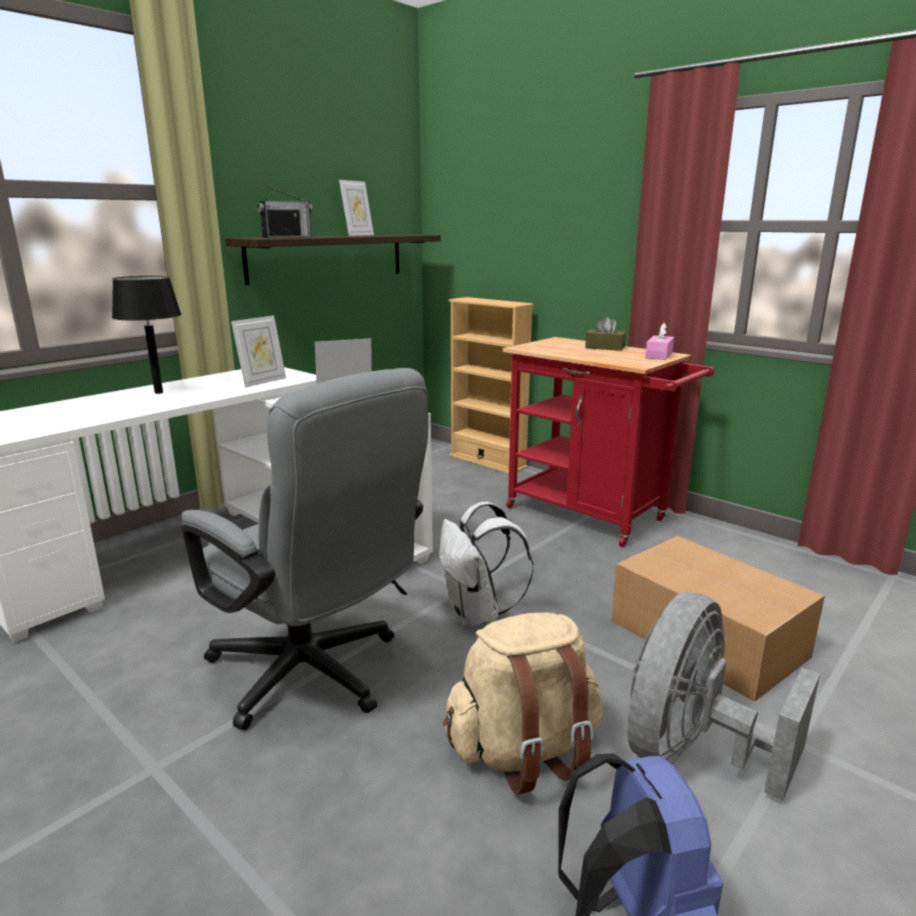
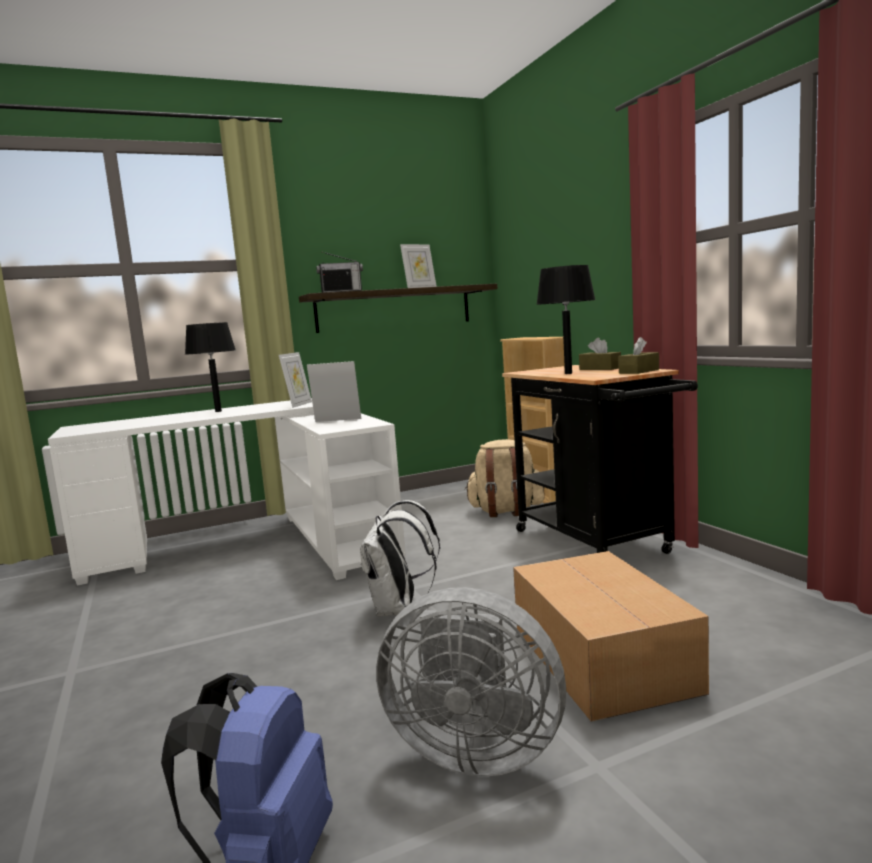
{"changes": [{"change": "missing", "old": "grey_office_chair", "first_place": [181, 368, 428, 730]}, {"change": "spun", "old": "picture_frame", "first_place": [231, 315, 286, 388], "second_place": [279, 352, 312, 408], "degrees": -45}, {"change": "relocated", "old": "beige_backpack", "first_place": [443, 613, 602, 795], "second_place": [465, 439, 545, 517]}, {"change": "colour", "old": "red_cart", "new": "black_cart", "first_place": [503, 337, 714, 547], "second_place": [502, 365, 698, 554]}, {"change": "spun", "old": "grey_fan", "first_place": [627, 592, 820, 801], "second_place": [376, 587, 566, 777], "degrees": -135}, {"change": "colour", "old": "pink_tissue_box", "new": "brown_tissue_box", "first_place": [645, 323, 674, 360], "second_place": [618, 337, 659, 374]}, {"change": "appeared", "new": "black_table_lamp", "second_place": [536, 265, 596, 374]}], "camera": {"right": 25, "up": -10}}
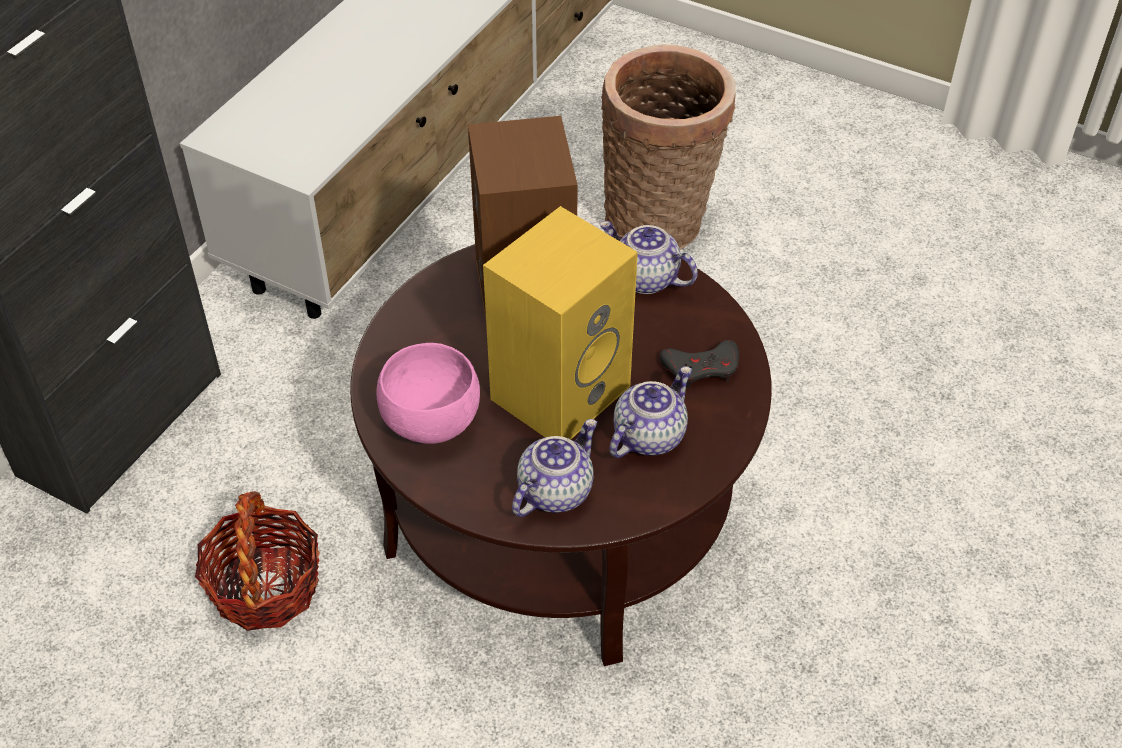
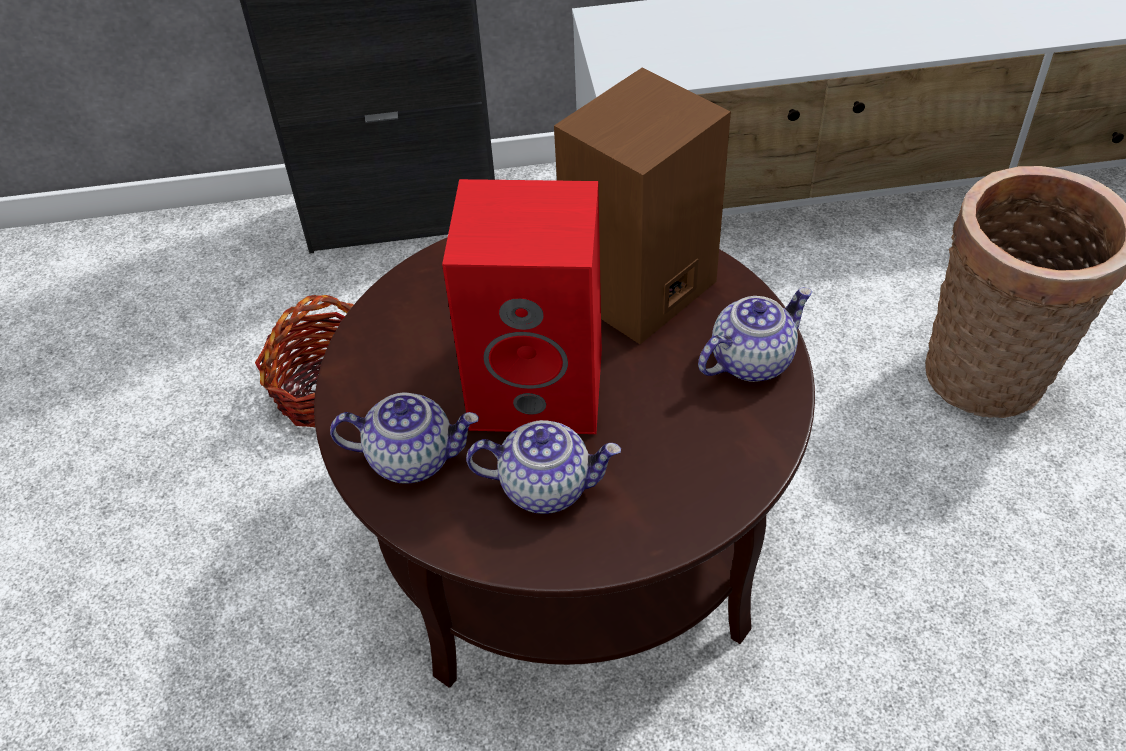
{"changes": [{"change": "missing", "old": "pink_bowl", "first_place": [377, 343, 480, 444]}, {"change": "colour", "old": "yellow_speaker", "new": "red_speaker", "first_place": [483, 206, 638, 440], "second_place": [442, 179, 602, 434]}, {"change": "spun", "old": "teapot", "first_place": [599, 221, 698, 294], "second_place": [698, 287, 813, 382], "degrees": 60}, {"change": "missing", "old": "grey_game_controller", "first_place": [660, 340, 739, 388]}], "camera": {"right": 55, "up": 0}}
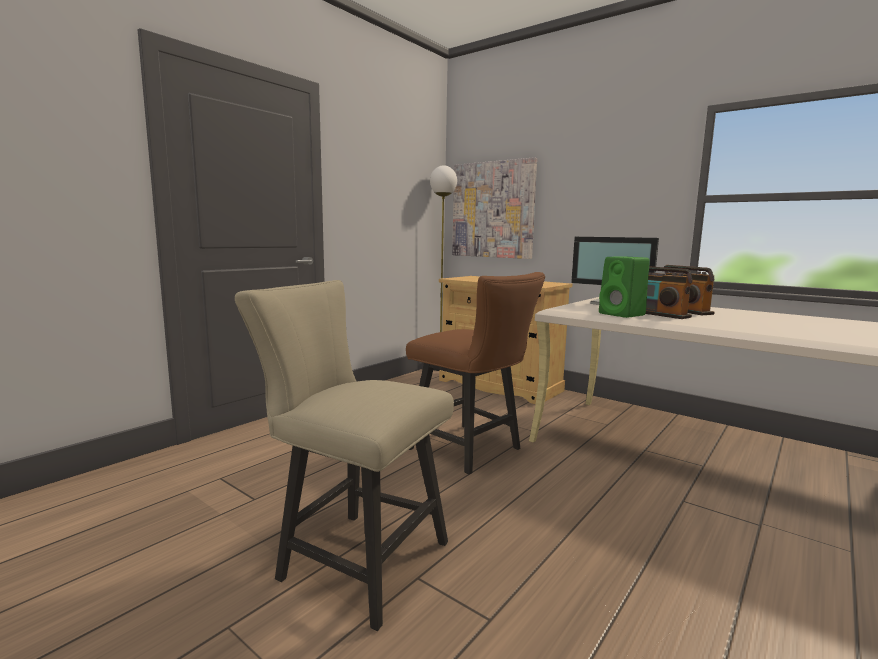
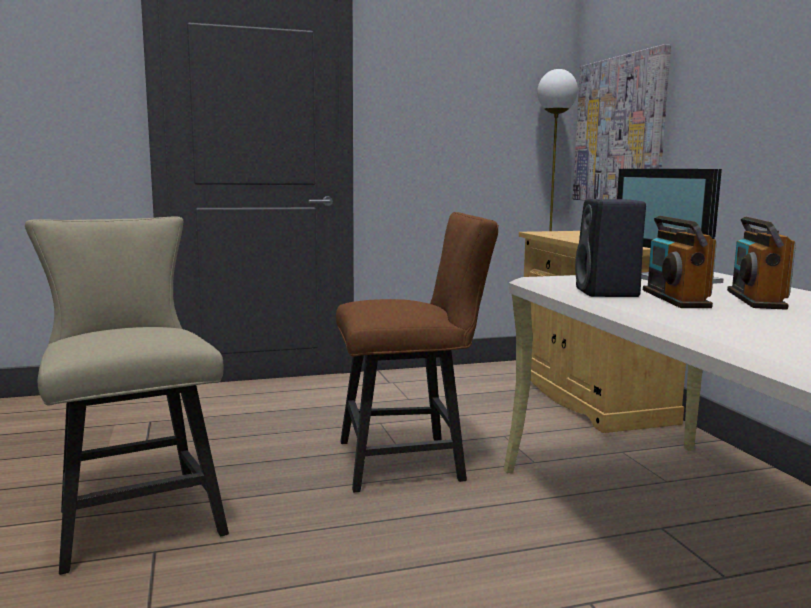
{"changes": [{"change": "spun", "old": "brown_chair", "first_place": [406, 272, 545, 474], "second_place": [336, 212, 499, 492], "degrees": -90}, {"change": "colour", "old": "green_speaker", "new": "black_speaker", "first_place": [599, 256, 650, 318], "second_place": [575, 199, 646, 297]}], "camera": {"right": 35, "up": 0}}
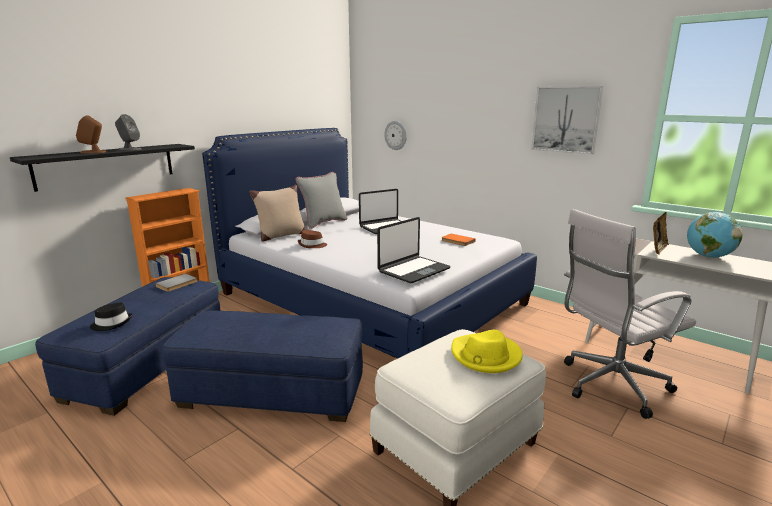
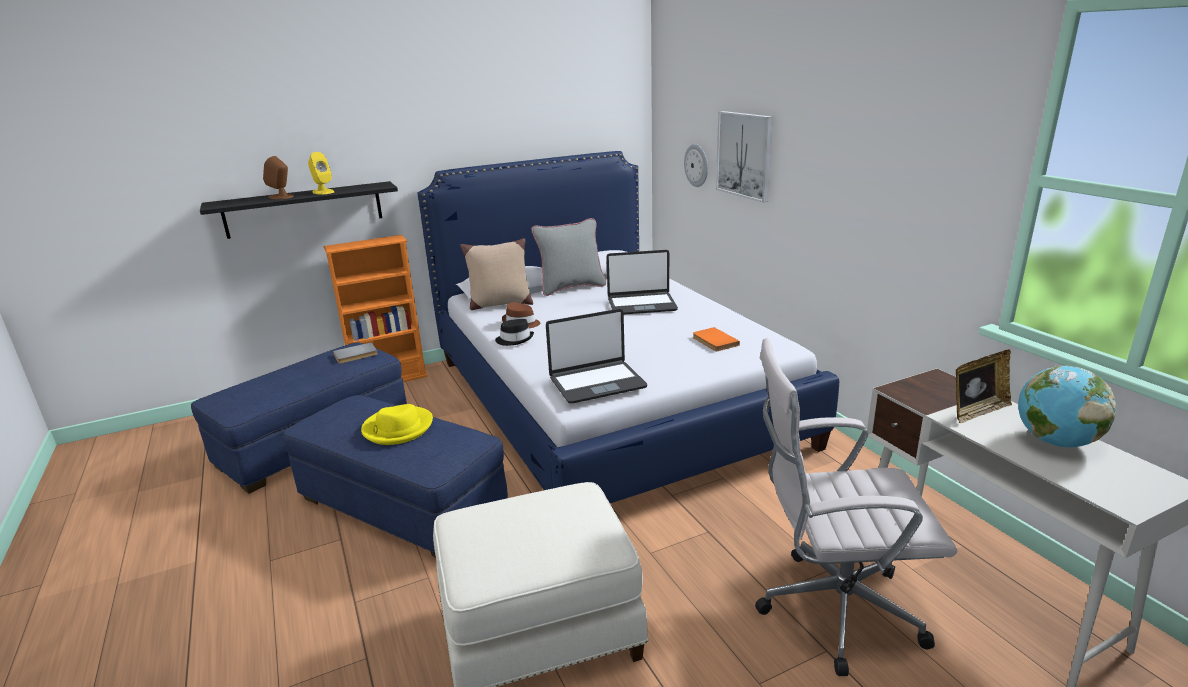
{"changes": [{"change": "relocated", "old": "black_hat", "first_place": [90, 302, 132, 331], "second_place": [495, 319, 534, 346]}, {"change": "colour", "old": "grey_speaker", "new": "yellow_speaker", "first_place": [115, 114, 141, 150], "second_place": [308, 152, 334, 195]}, {"change": "relocated", "old": "yellow_hat", "first_place": [451, 330, 523, 373], "second_place": [361, 404, 433, 445]}, {"change": "relocated", "old": "picture", "first_place": [531, 86, 603, 154], "second_place": [716, 111, 773, 203]}], "camera": {"right": 25, "up": 5}}
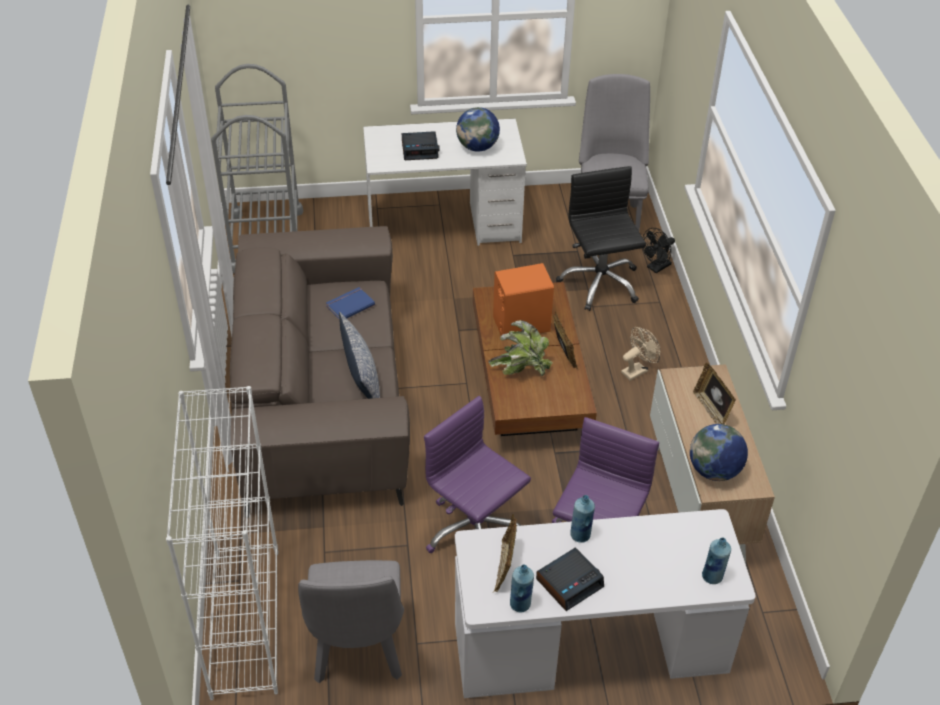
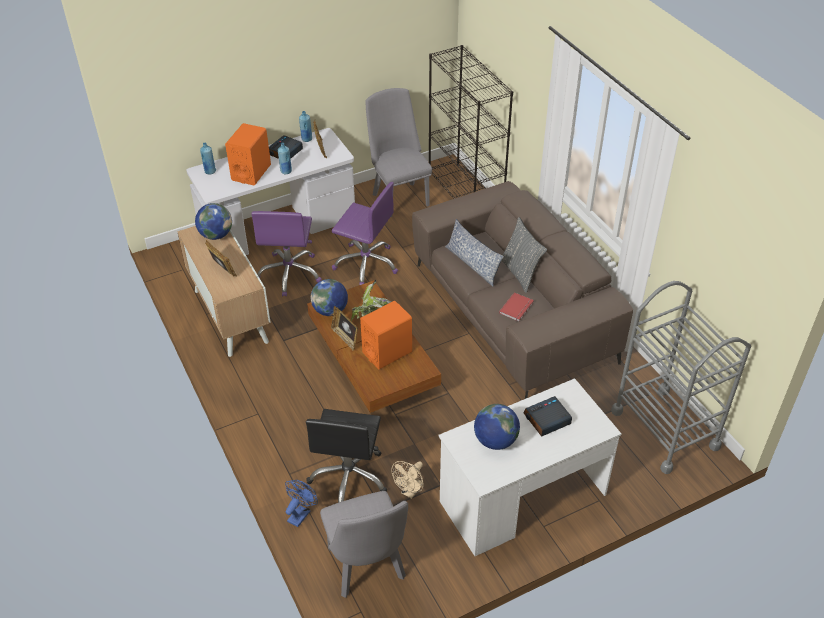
{"changes": [{"change": "colour", "old": "white_bookcase", "new": "black_bookcase", "first_place": [166, 386, 278, 701], "second_place": [429, 45, 513, 199]}, {"change": "colour", "old": "blue_book", "new": "red_book", "first_place": [326, 287, 375, 319], "second_place": [499, 292, 534, 322]}, {"change": "spun", "old": "black_office_chair", "first_place": [556, 166, 646, 311], "second_place": [306, 409, 387, 503], "degrees": 45}, {"change": "relocated", "old": "beige_fan", "first_place": [621, 327, 660, 381], "second_place": [391, 461, 424, 499]}, {"change": "colour", "old": "black_fan", "new": "blue_fan", "first_place": [643, 228, 675, 273], "second_place": [285, 480, 318, 527]}, {"change": "appeared", "new": "orange_speaker", "second_place": [225, 123, 271, 185]}, {"change": "appeared", "new": "globe", "second_place": [311, 279, 348, 316]}, {"change": "appeared", "new": "grey_pillow", "second_place": [501, 217, 547, 293]}], "camera": {"right": 160, "up": 0}}
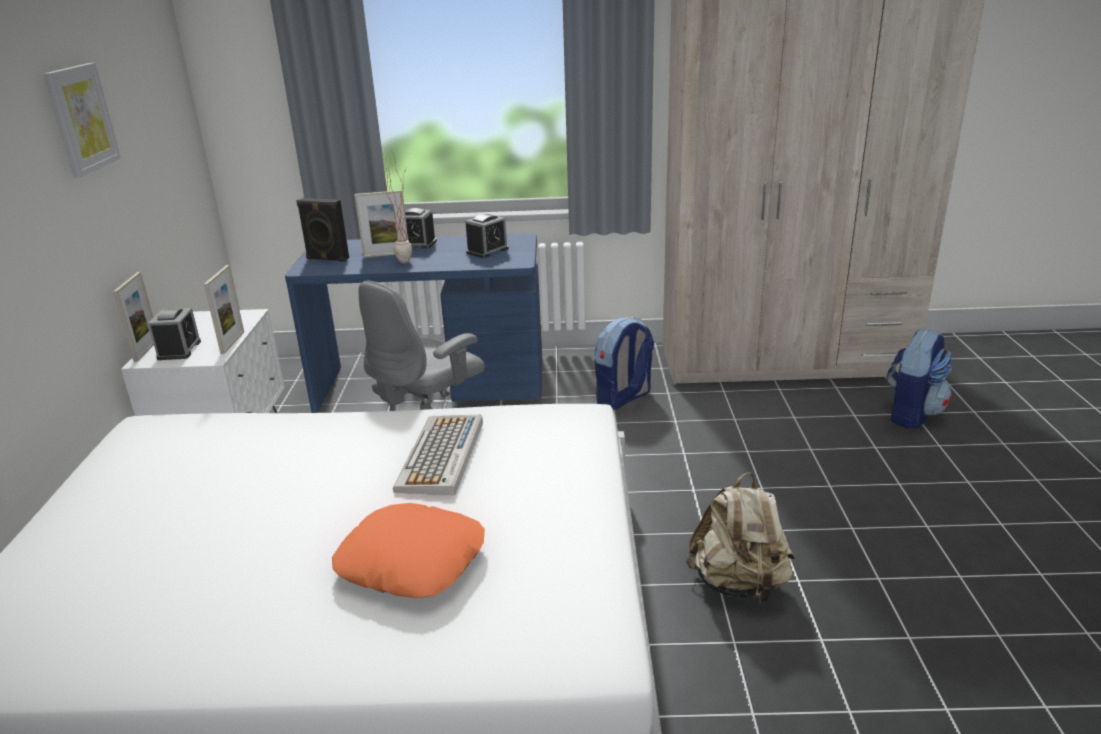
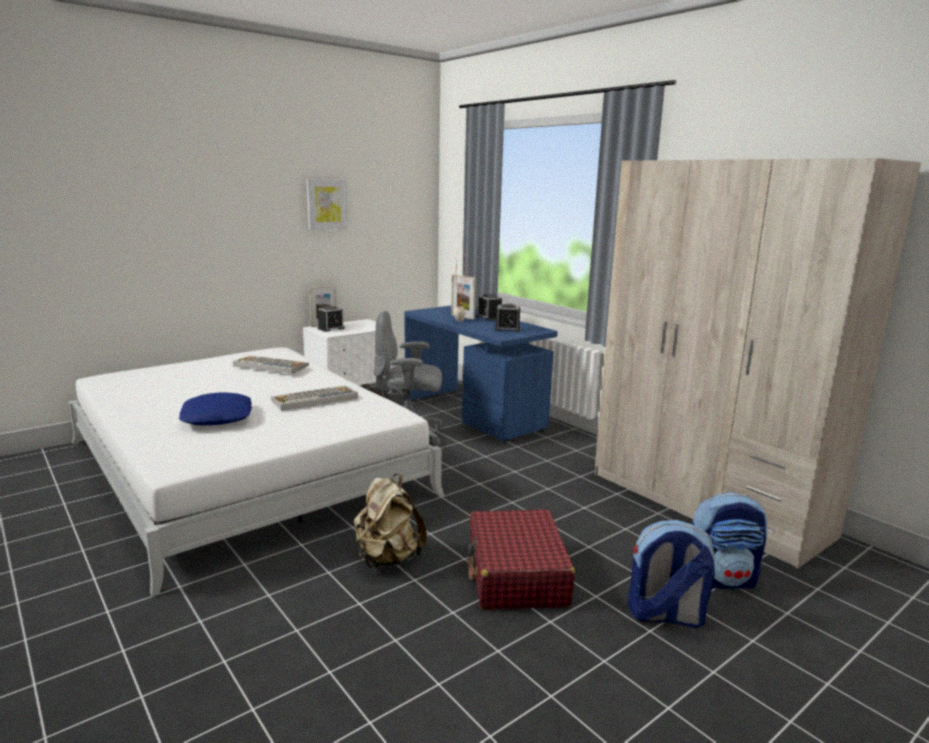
{"changes": [{"change": "missing", "old": "picture_frame", "first_place": [204, 265, 244, 354]}, {"change": "missing", "old": "black_speaker", "first_place": [296, 198, 349, 262]}, {"change": "colour", "old": "orange_pillow", "new": "blue_pillow", "first_place": [332, 503, 485, 598], "second_place": [179, 392, 252, 426]}, {"change": "relocated", "old": "backpack", "first_place": [594, 317, 654, 410], "second_place": [628, 520, 715, 628]}, {"change": "appeared", "new": "keyboard", "second_place": [233, 356, 309, 374]}, {"change": "appeared", "new": "red_suitcase", "second_place": [468, 509, 575, 610]}], "camera": {"right": 50, "up": -10}}
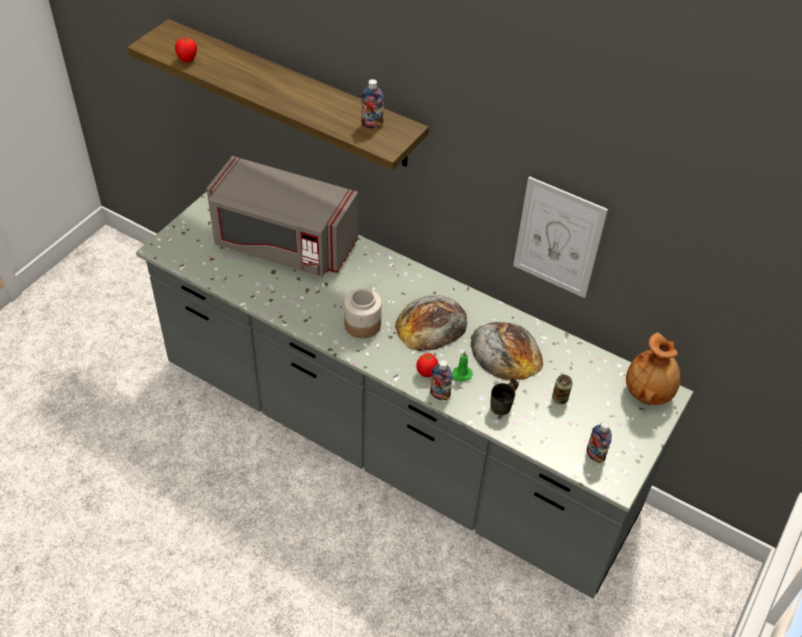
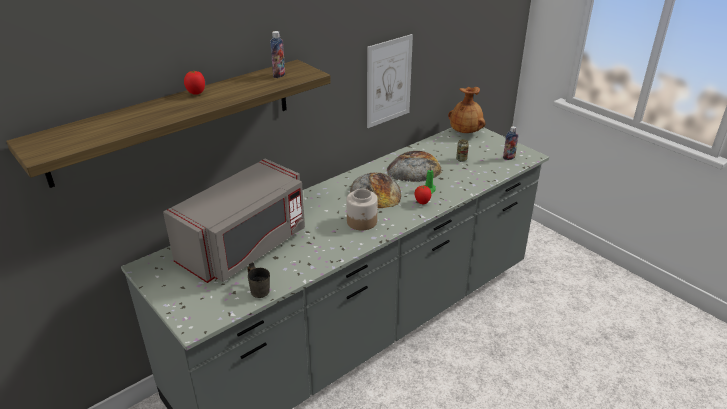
{"changes": [{"change": "relocated", "old": "tomato", "first_place": [175, 37, 197, 63], "second_place": [184, 71, 205, 95]}, {"change": "missing", "old": "bottle", "first_place": [430, 360, 453, 400]}, {"change": "relocated", "old": "grey_mug", "first_place": [490, 378, 519, 415], "second_place": [247, 262, 270, 298]}], "camera": {"right": -70, "up": -15}}
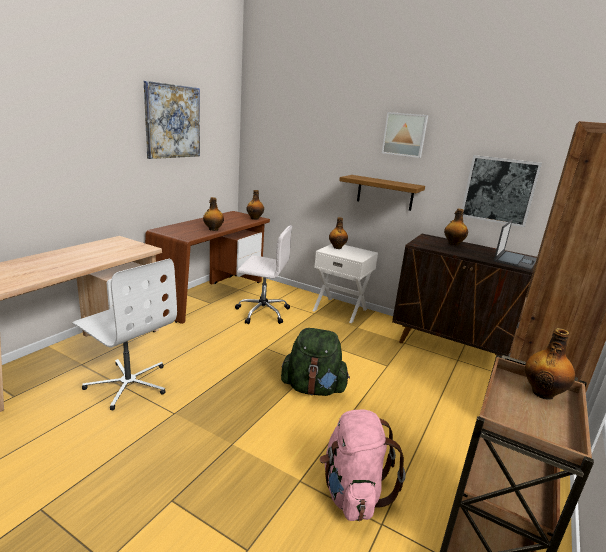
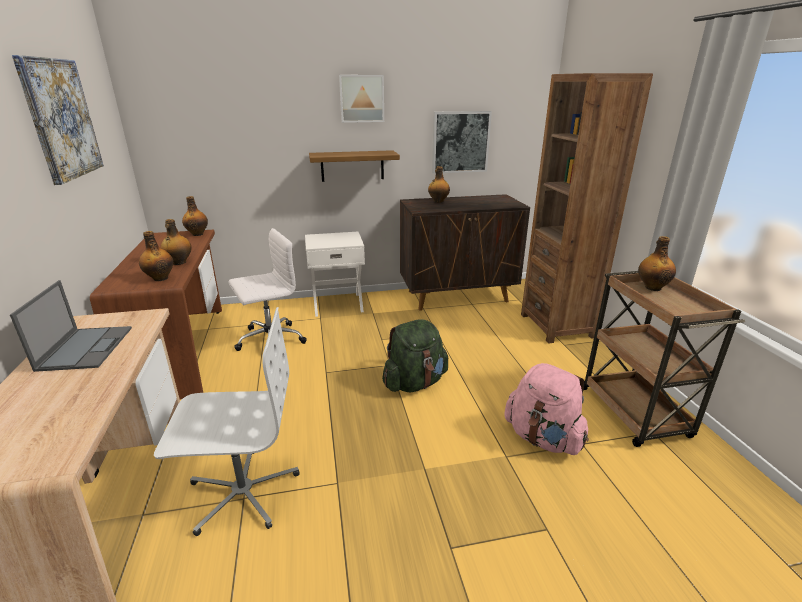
{"changes": [{"change": "relocated", "old": "bottle", "first_place": [329, 217, 348, 249], "second_place": [139, 231, 173, 281]}, {"change": "relocated", "old": "laptop", "first_place": [494, 220, 537, 270], "second_place": [10, 280, 132, 372]}], "camera": {"right": -40, "up": 5}}
